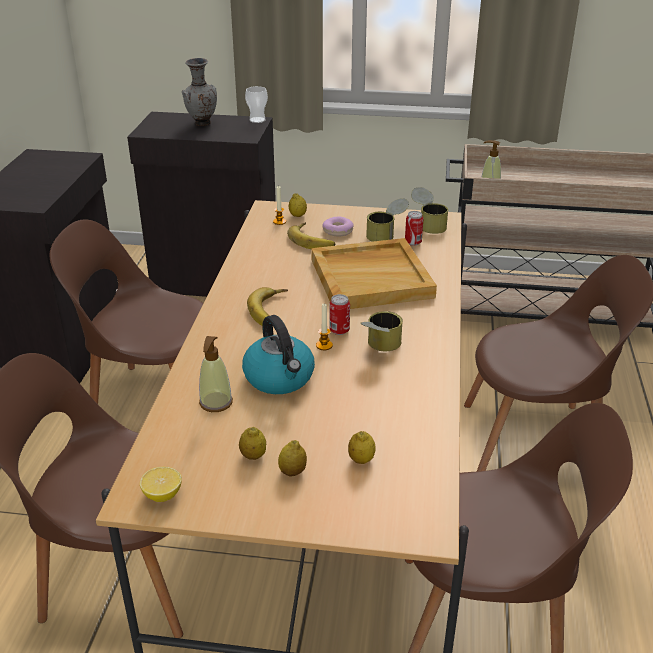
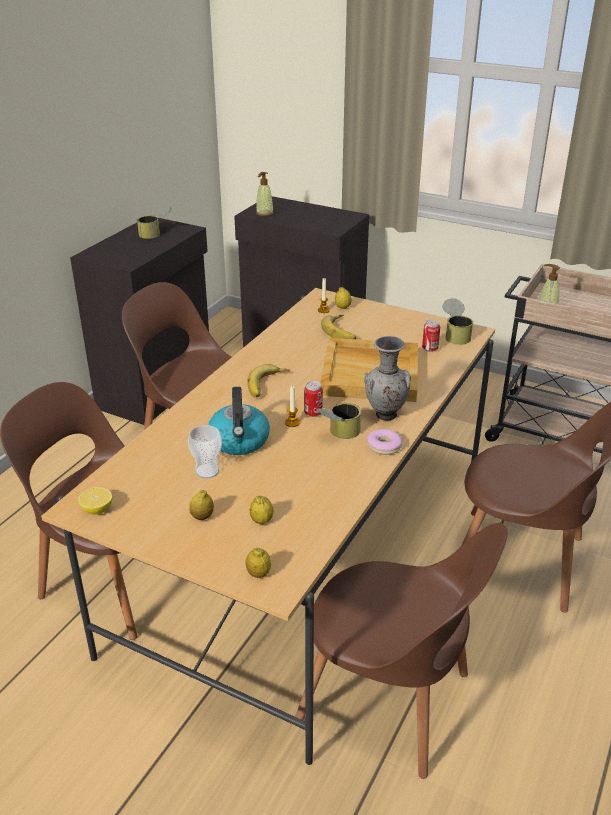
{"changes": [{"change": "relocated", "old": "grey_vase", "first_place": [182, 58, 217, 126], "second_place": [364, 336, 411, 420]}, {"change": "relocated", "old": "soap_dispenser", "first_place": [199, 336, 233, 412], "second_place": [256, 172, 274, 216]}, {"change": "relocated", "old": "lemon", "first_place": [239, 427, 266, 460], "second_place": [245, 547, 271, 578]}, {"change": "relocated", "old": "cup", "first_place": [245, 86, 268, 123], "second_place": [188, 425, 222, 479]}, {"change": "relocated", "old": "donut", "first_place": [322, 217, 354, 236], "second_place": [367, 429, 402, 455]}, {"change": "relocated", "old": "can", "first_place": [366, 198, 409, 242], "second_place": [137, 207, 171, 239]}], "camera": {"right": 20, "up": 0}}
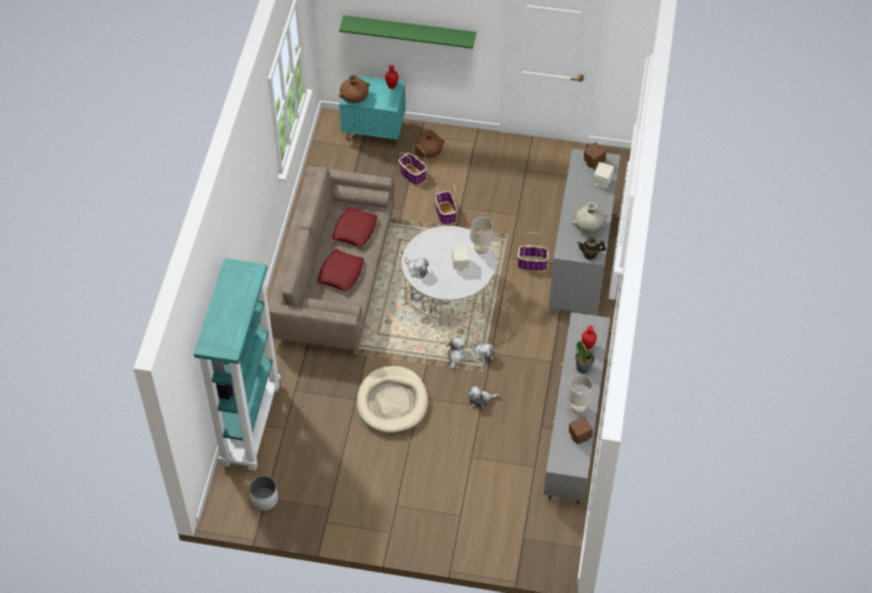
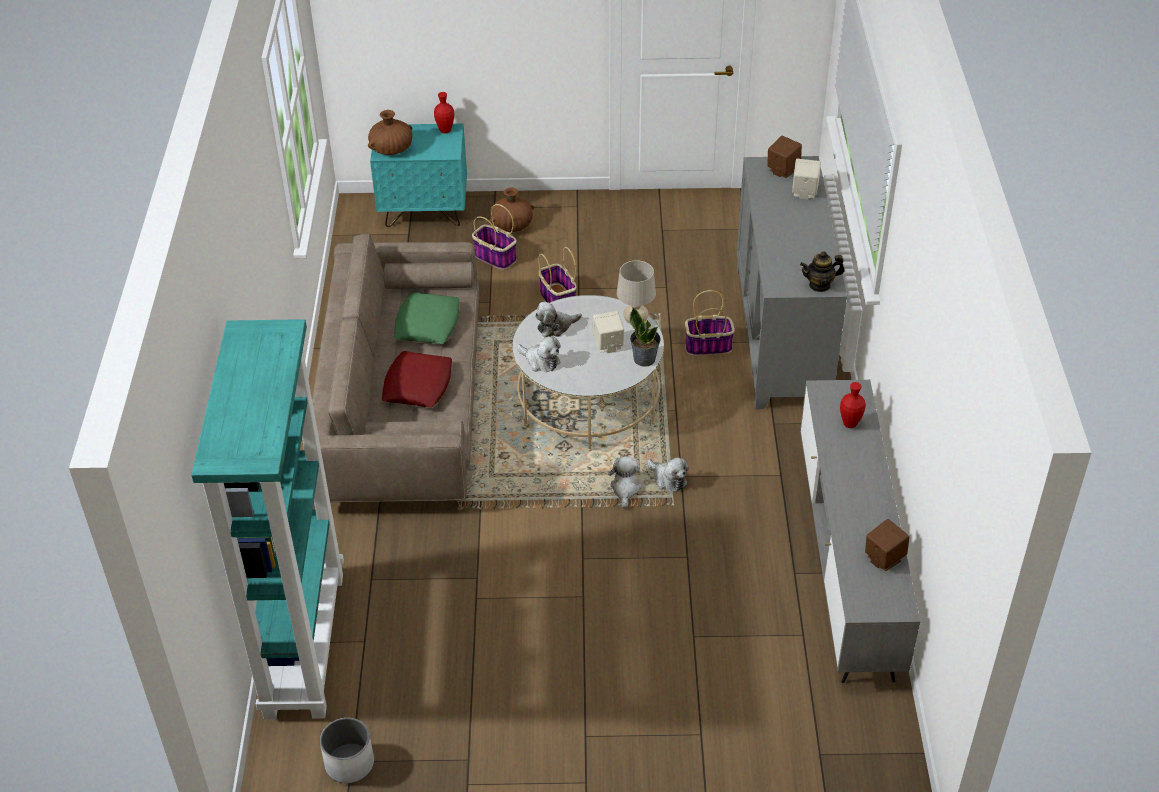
{"changes": [{"change": "colour", "old": "red_pillow", "new": "green_pillow", "first_place": [332, 207, 377, 247], "second_place": [394, 292, 460, 344]}, {"change": "missing", "old": "green_shelf", "first_place": [339, 15, 476, 49]}, {"change": "missing", "old": "beige_dog_bed", "first_place": [357, 366, 428, 433]}, {"change": "relocated", "old": "plush_toy", "first_place": [468, 386, 499, 409], "second_place": [535, 301, 582, 338]}, {"change": "missing", "old": "beige_table_lamp", "first_place": [566, 375, 593, 413]}, {"change": "missing", "old": "beige_vase", "first_place": [572, 202, 608, 233]}, {"change": "relocated", "old": "potted_plant", "first_place": [575, 341, 595, 374], "second_place": [630, 307, 660, 367]}], "camera": {"right": -10, "up": -10}}
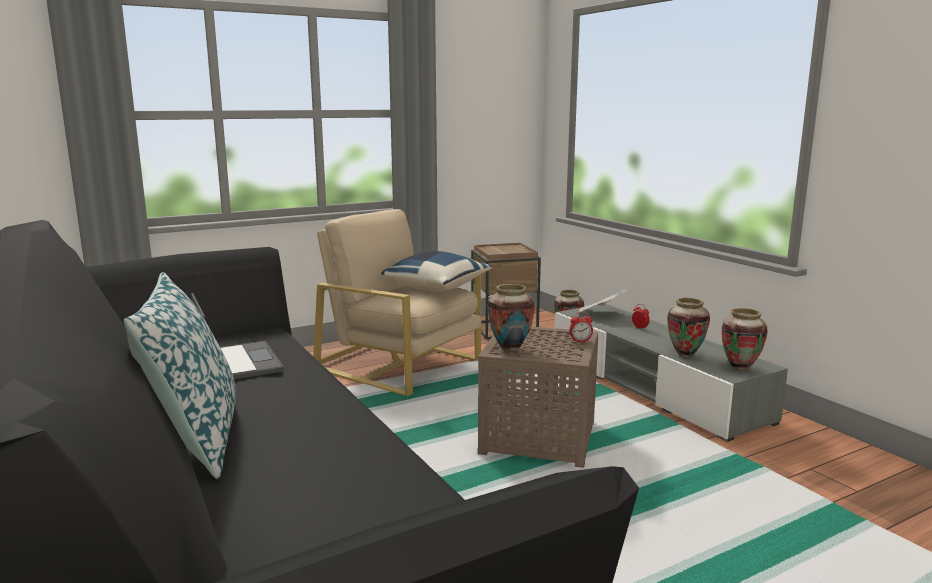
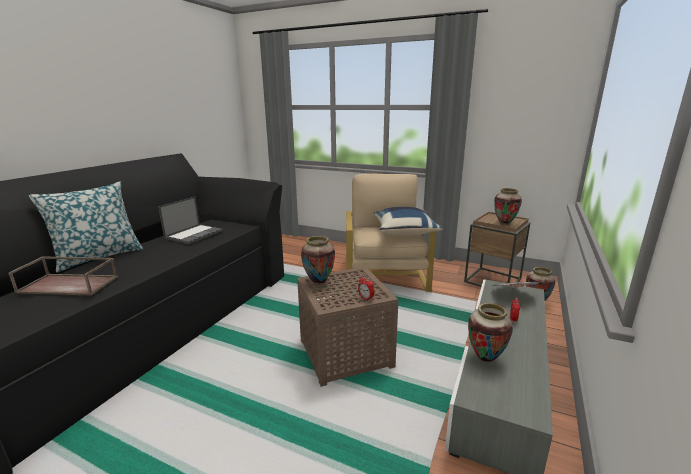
{"changes": [{"change": "relocated", "old": "vase", "first_place": [722, 308, 768, 371], "second_place": [494, 188, 522, 225]}, {"change": "appeared", "new": "brown_tray", "second_place": [8, 256, 118, 296]}], "camera": {"right": 55, "up": 5}}
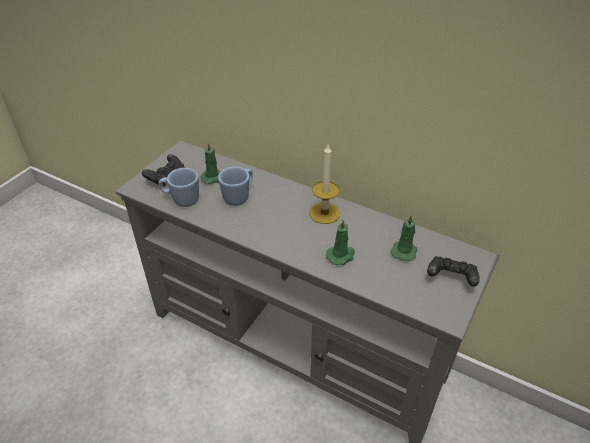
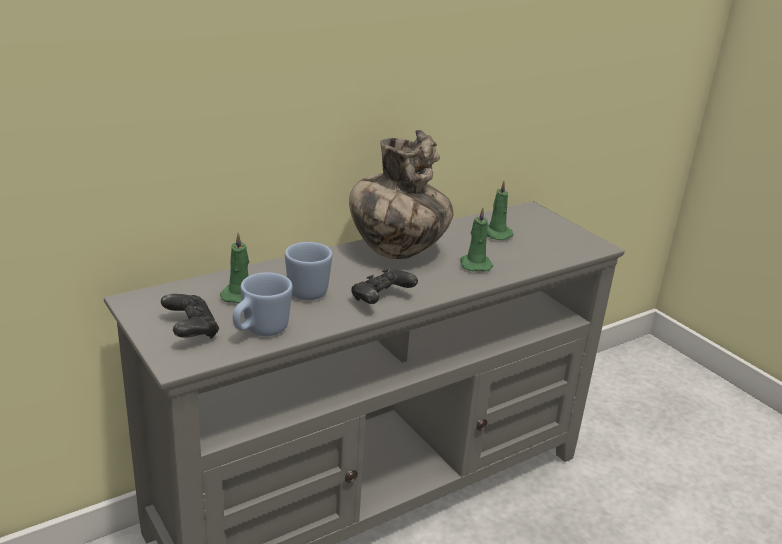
{"changes": [{"change": "exchanged", "old": "candle", "new": "vase", "first_place": [309, 145, 340, 224], "second_place": [349, 130, 453, 259]}, {"change": "relocated", "old": "black_game_controller", "first_place": [427, 256, 480, 287], "second_place": [351, 269, 418, 304]}], "camera": {"right": -65, "up": -15}}
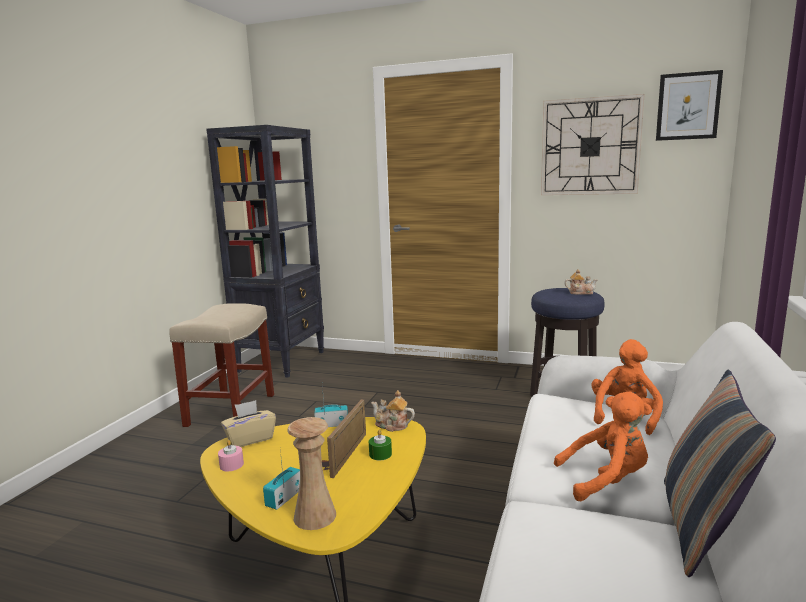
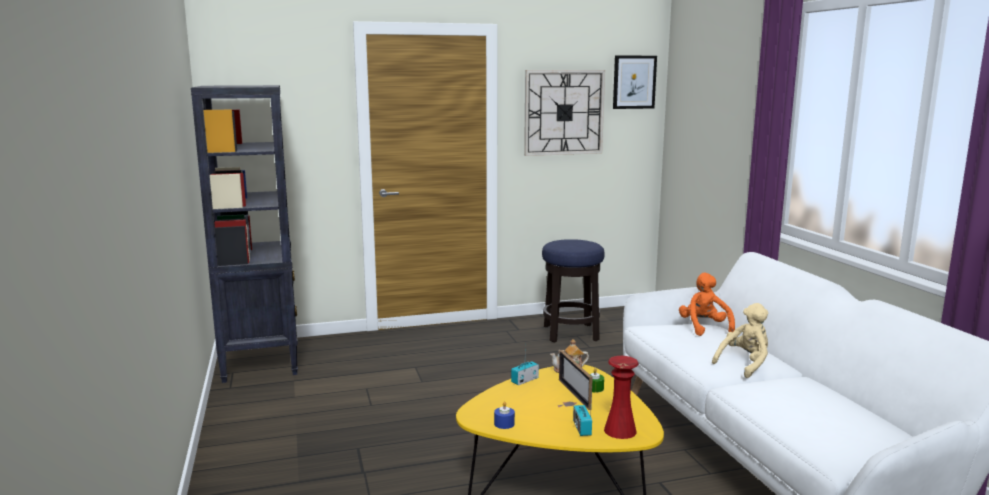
{"changes": [{"change": "missing", "old": "beige_stool", "first_place": [169, 303, 274, 427]}, {"change": "colour", "old": "pink_candle", "new": "blue_candle", "first_place": [218, 440, 244, 471], "second_place": [494, 401, 515, 429]}, {"change": "missing", "old": "beige_tissue_box", "first_place": [221, 400, 276, 447]}, {"change": "colour", "old": "beige_vase", "new": "red_vase", "first_place": [287, 417, 336, 530], "second_place": [604, 356, 638, 439]}, {"change": "colour", "old": "orange_plush_toy", "new": "beige_plush_toy", "first_place": [554, 392, 652, 501], "second_place": [712, 303, 768, 378]}, {"change": "missing", "old": "teapot", "first_place": [564, 269, 598, 295]}, {"change": "missing", "old": "pillow", "first_place": [664, 370, 776, 577]}], "camera": {"right": -35, "up": 0}}
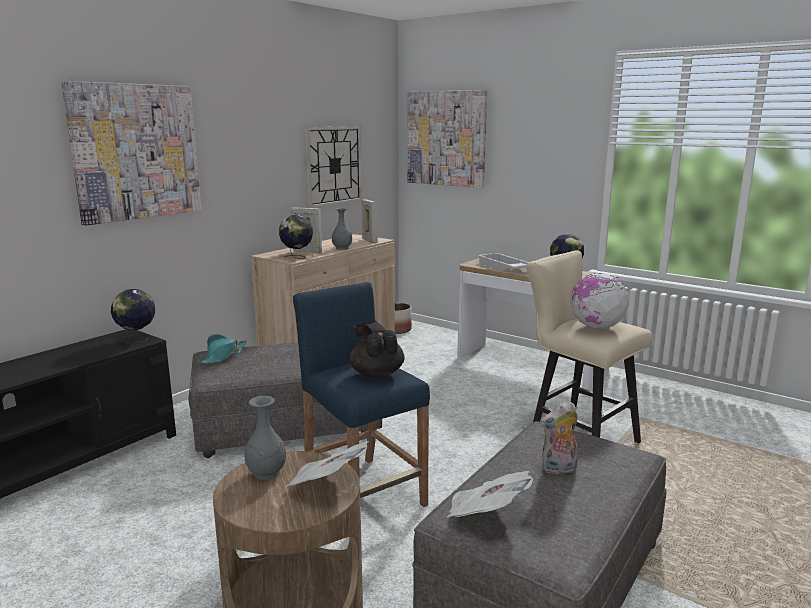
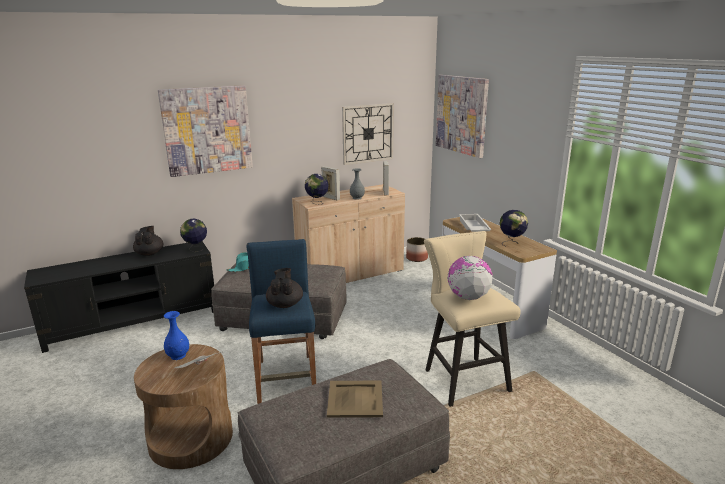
{"changes": [{"change": "colour", "old": "grey_vase", "new": "blue_vase", "first_place": [245, 396, 286, 480], "second_place": [164, 311, 189, 360]}, {"change": "missing", "old": "newspaper", "first_place": [447, 471, 533, 518]}, {"change": "exchanged", "old": "plush_toy", "new": "beige_tray", "first_place": [540, 401, 578, 474], "second_place": [327, 381, 383, 418]}, {"change": "appeared", "new": "black_teapot", "second_place": [133, 226, 163, 256]}], "camera": {"right": 25, "up": 5}}
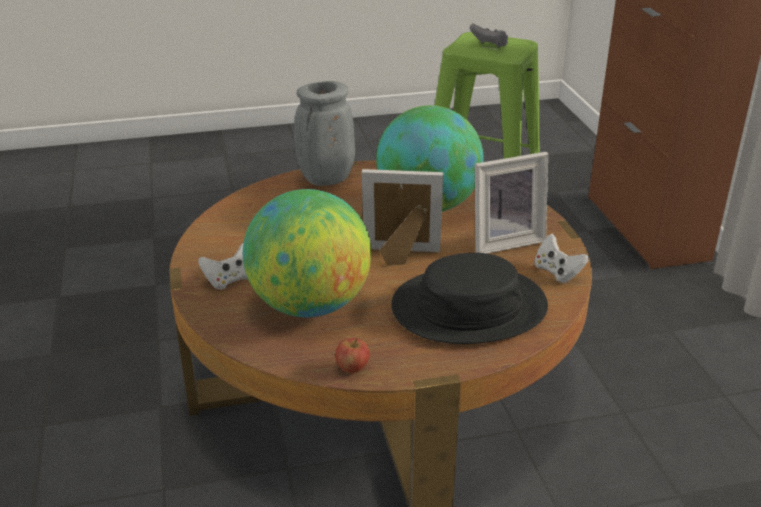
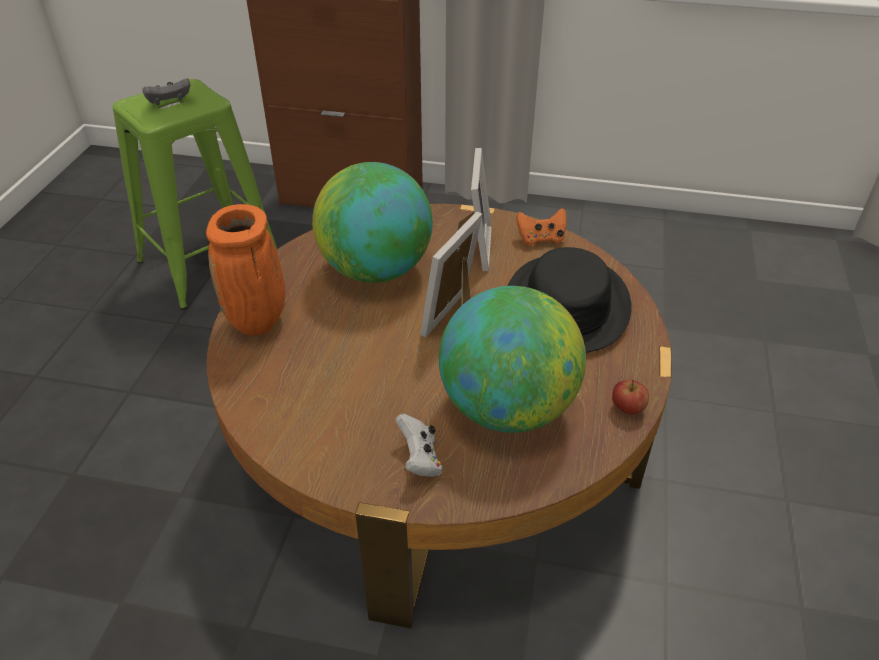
{"changes": [{"change": "colour", "old": "grey_vase", "new": "orange_vase", "first_place": [294, 81, 355, 186], "second_place": [206, 204, 285, 335]}, {"change": "colour", "old": "white_game_controller", "new": "orange_game_controller", "first_place": [534, 234, 589, 283], "second_place": [516, 208, 566, 246]}], "camera": {"right": -65, "up": 10}}
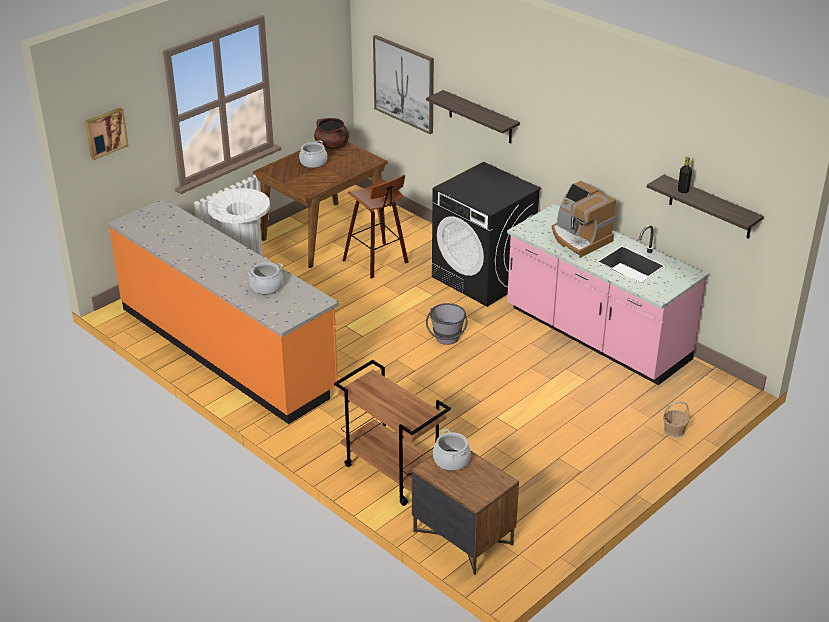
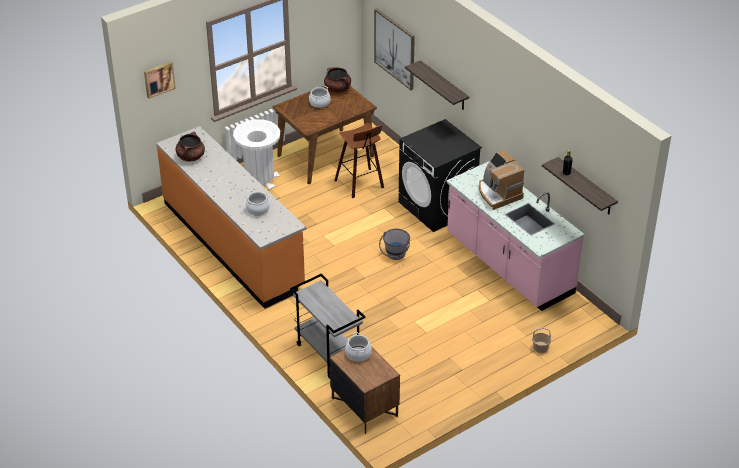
{"changes": [{"change": "colour", "old": "brown_cart", "new": "grey_cart", "first_place": [334, 360, 451, 506], "second_place": [290, 274, 365, 379]}, {"change": "appeared", "new": "brown_cooking_pot", "second_place": [176, 132, 205, 161]}], "camera": {"right": 10, "up": 5}}
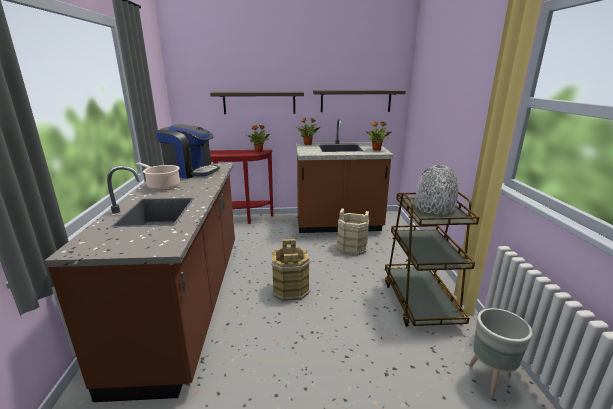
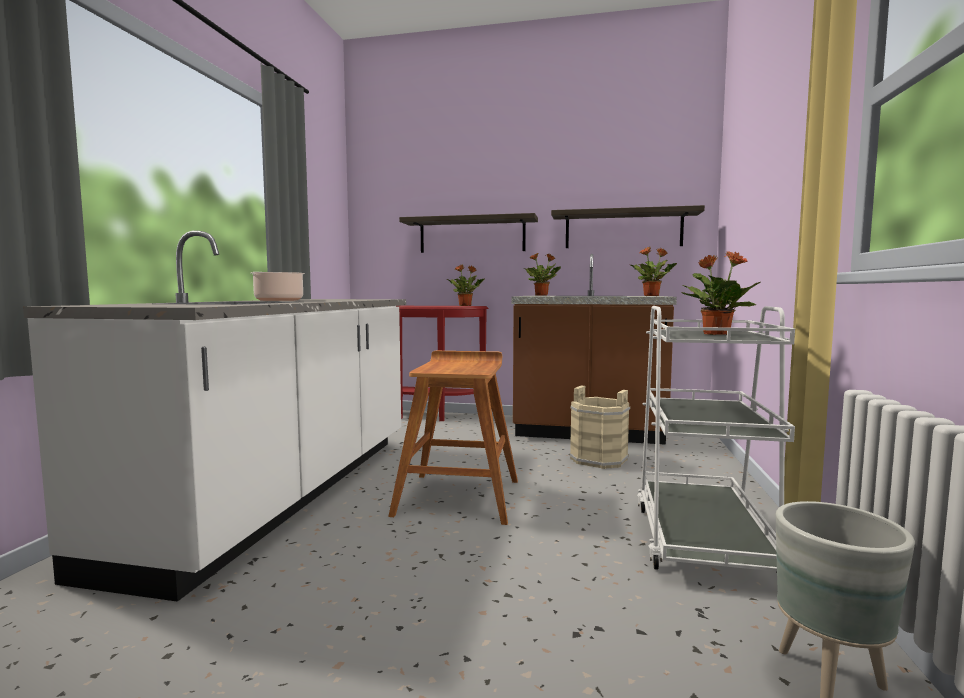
{"changes": [{"change": "colour", "old": "brown_counter", "new": "white_counter", "first_place": [44, 163, 235, 402], "second_place": [23, 231, 406, 602]}, {"change": "missing", "old": "coffee_machine", "first_place": [156, 124, 220, 179]}, {"change": "exchanged", "old": "brown_bucket", "new": "brown_stool", "first_place": [271, 239, 310, 301], "second_place": [388, 351, 518, 525]}, {"change": "colour", "old": "brown_cart", "new": "white_cart", "first_place": [385, 192, 479, 327], "second_place": [637, 306, 795, 573]}, {"change": "exchanged", "old": "grey_vase", "new": "potted_plant", "first_place": [415, 165, 459, 214], "second_place": [682, 251, 761, 335]}], "camera": {"right": 15, "up": -15}}
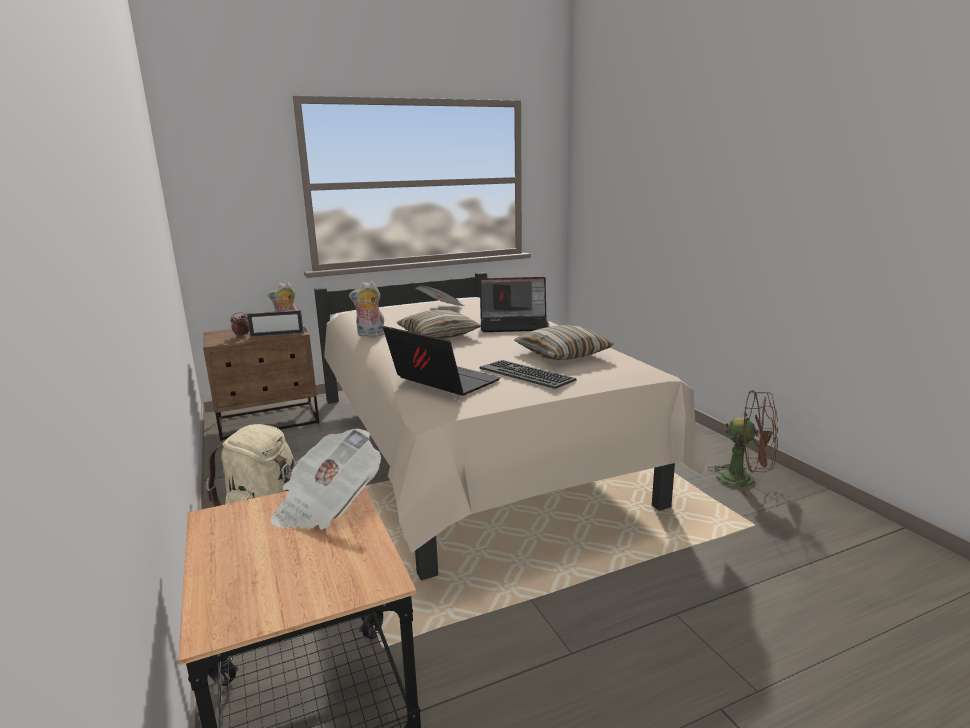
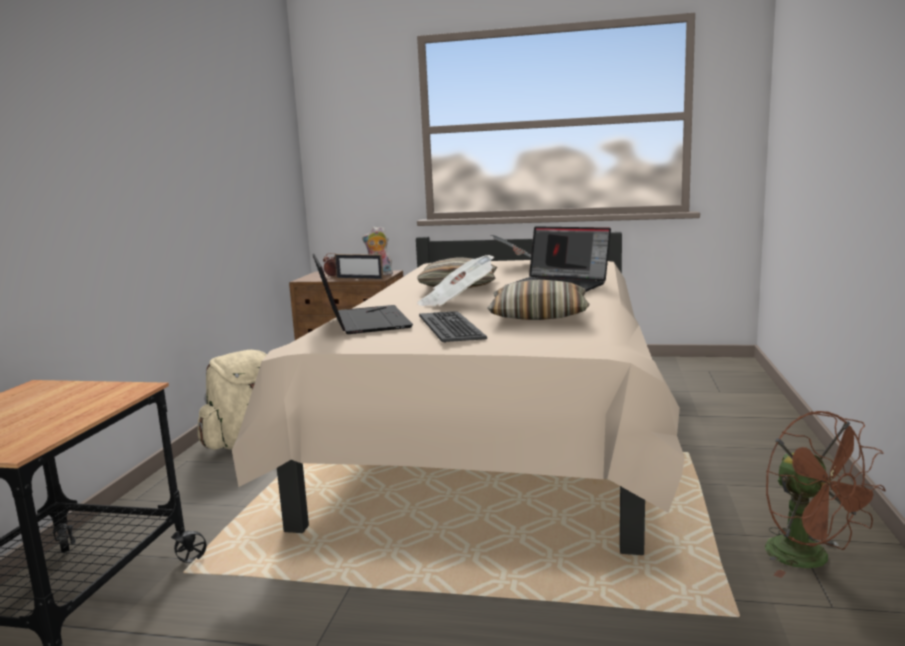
{"changes": [{"change": "relocated", "old": "newspaper", "first_place": [270, 428, 381, 530], "second_place": [417, 255, 494, 306]}, {"change": "missing", "old": "plush_toy", "first_place": [349, 281, 385, 337]}], "camera": {"right": 35, "up": -5}}
